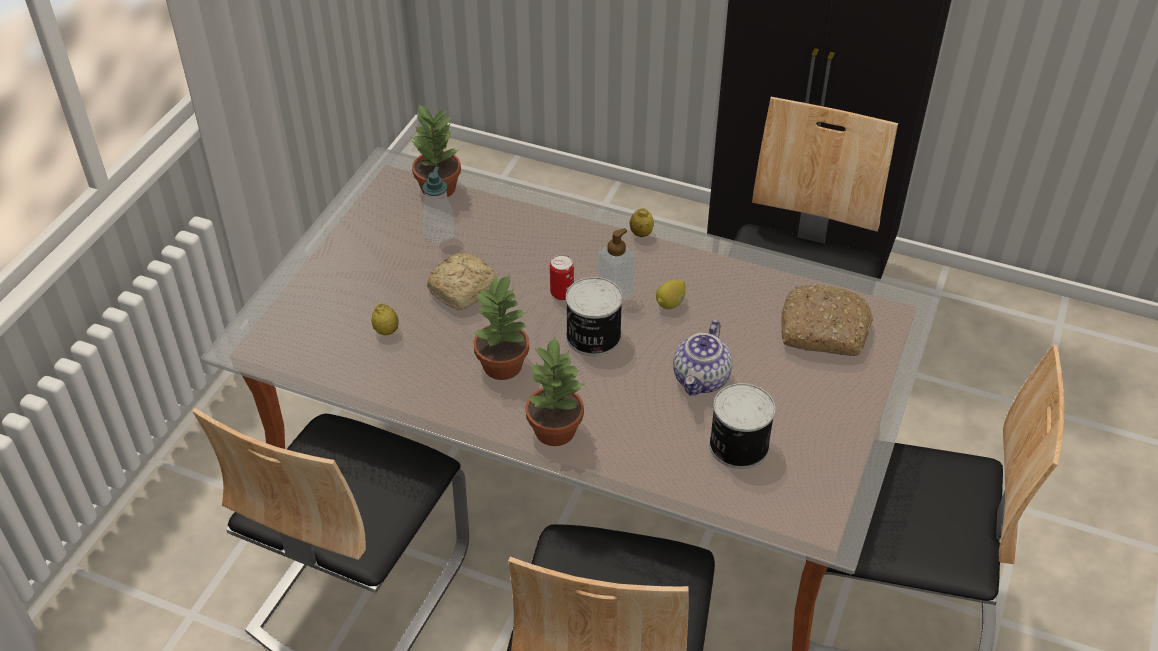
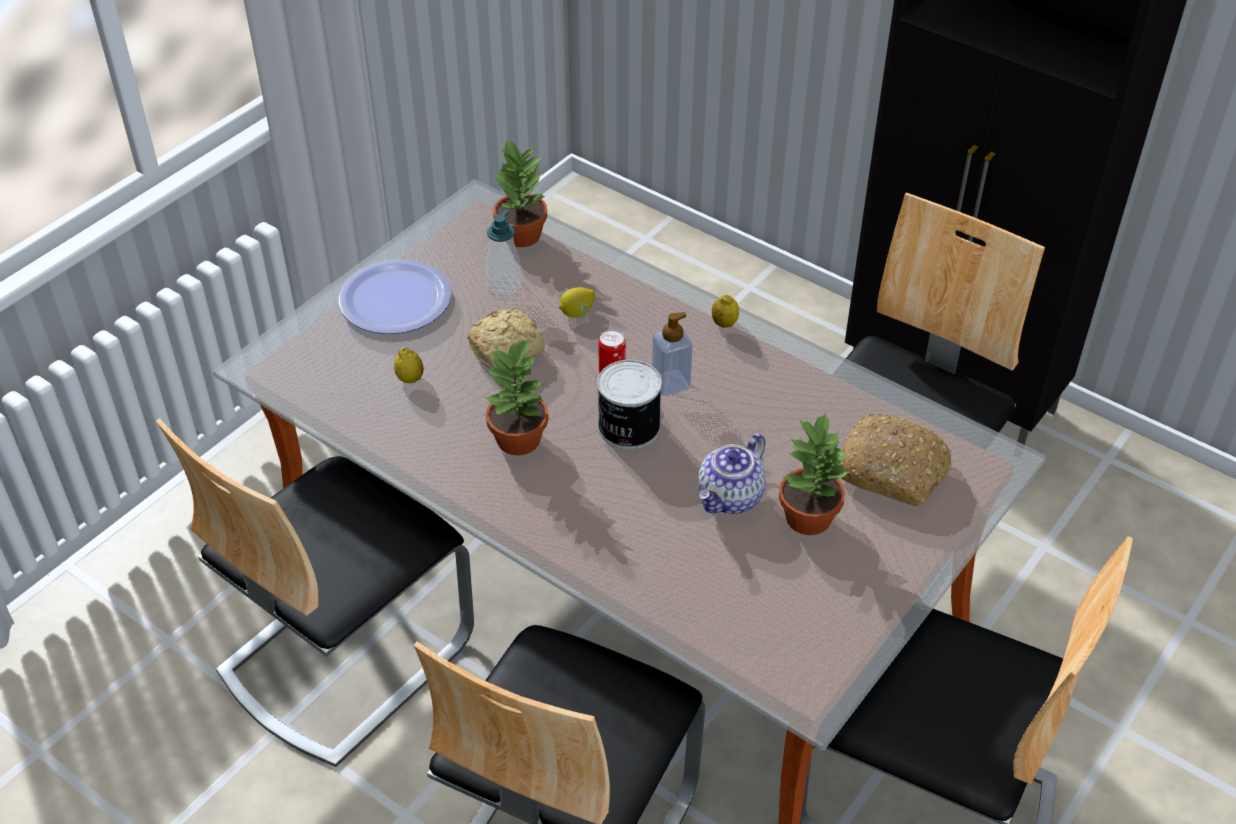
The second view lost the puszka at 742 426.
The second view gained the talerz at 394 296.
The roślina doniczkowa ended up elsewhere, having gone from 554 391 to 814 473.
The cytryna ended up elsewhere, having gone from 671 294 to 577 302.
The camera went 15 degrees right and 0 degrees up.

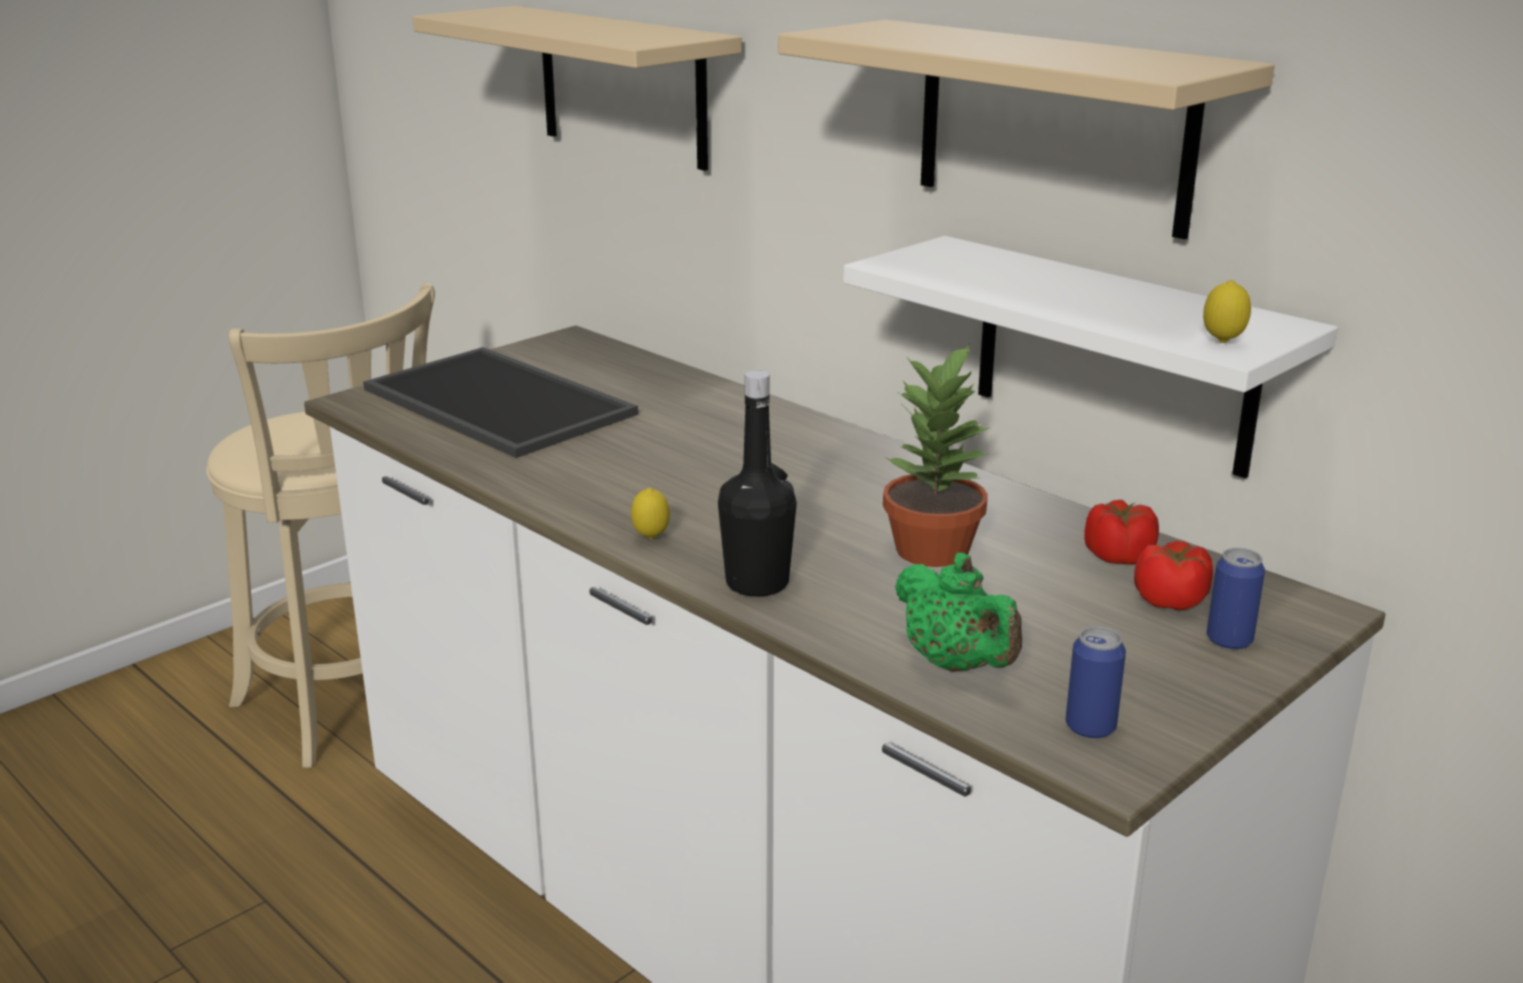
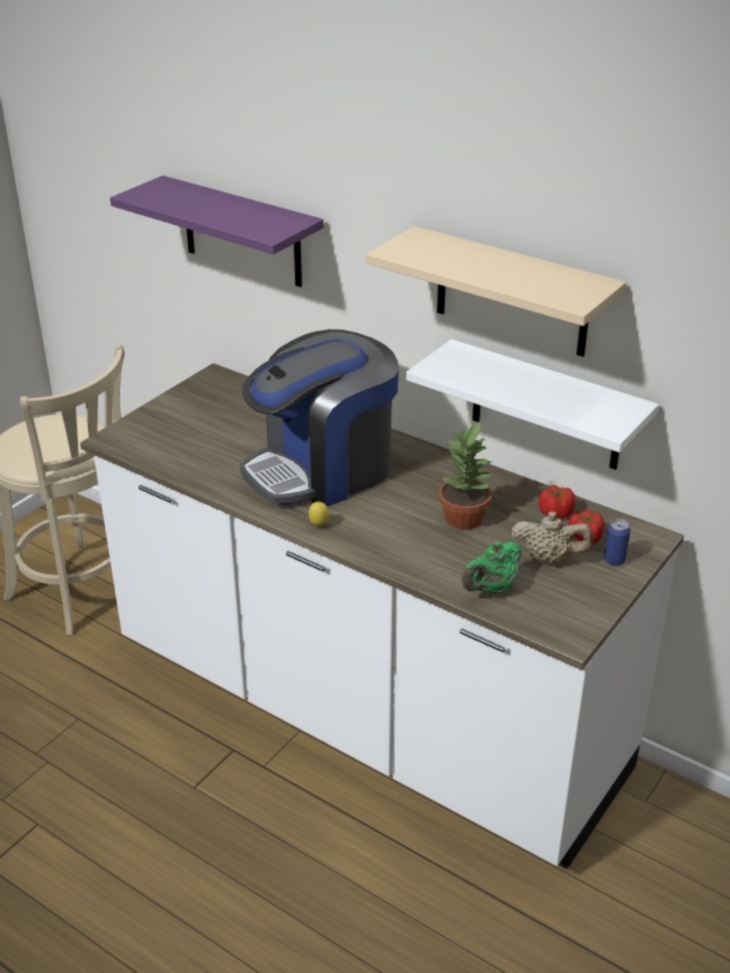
The second view lost the taca at 500 402.
The second view lost the butelka/czarny at 757 483.
The second view lost the puszka at 1096 682.
The second view lost the cytryna at 1227 311.
The second view gained the ekspres do kawy at 319 418.
The second view gained the imbryk/beżowy at 552 537.
What was the półka/beżowy at 577 88 turned into the półka/fioletowy at 217 231.
The imbryk/zielony at 958 612 ended up facing another way, 90 degrees clockwise from before.
The camera went 10 degrees left and 10 degrees up.

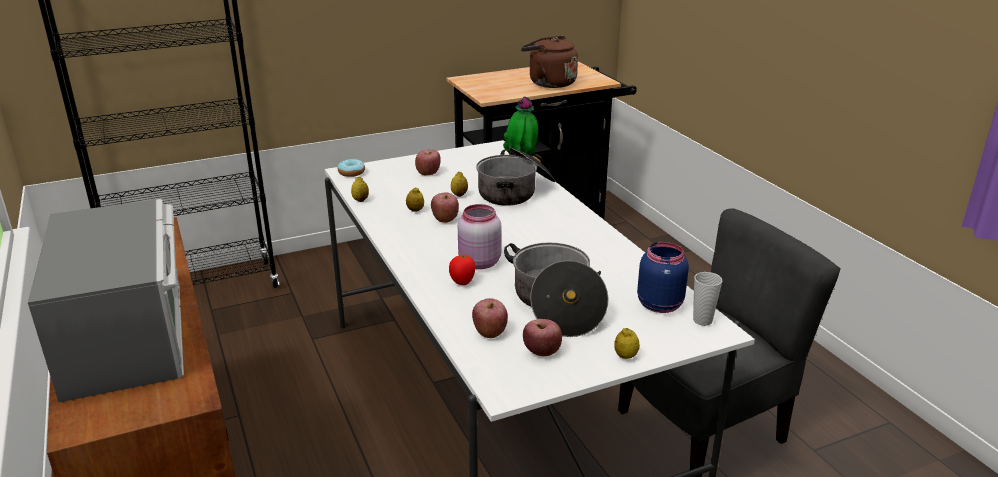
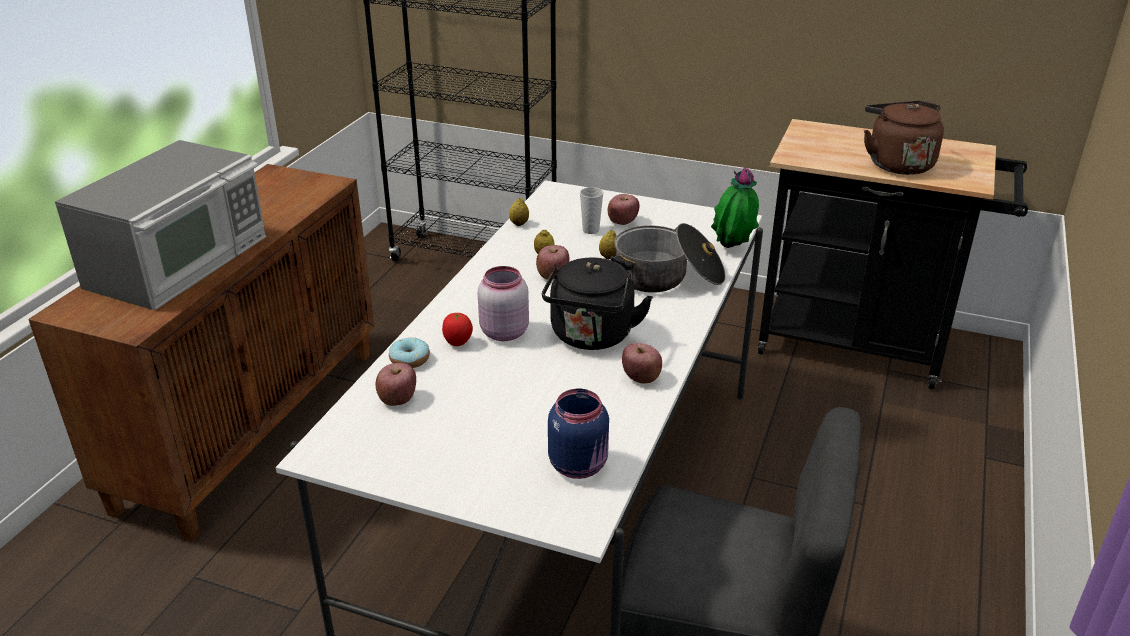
The second view lost the garnek at 556 290.
The second view lost the cytryna at 627 343.
The second view gained the czajnik/czarny at 597 304.
The donut ended up elsewhere, having gone from 351 168 to 409 352.
The jabłko ended up elsewhere, having gone from 542 337 to 642 363.
The filiżanka ended up elsewhere, having gone from 707 299 to 591 210.
The camera went 45 degrees right and 5 degrees up.

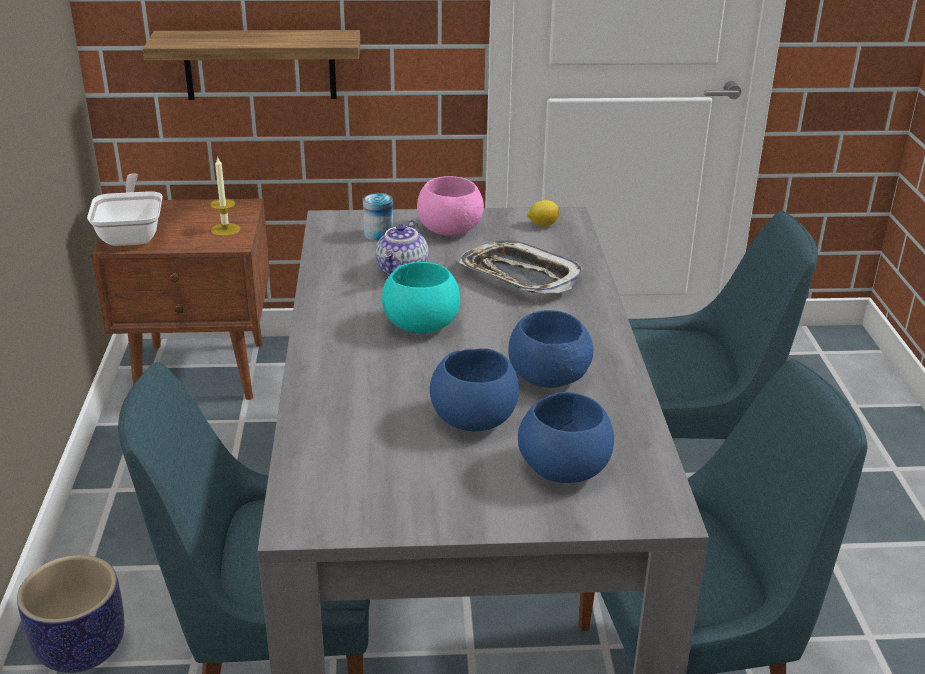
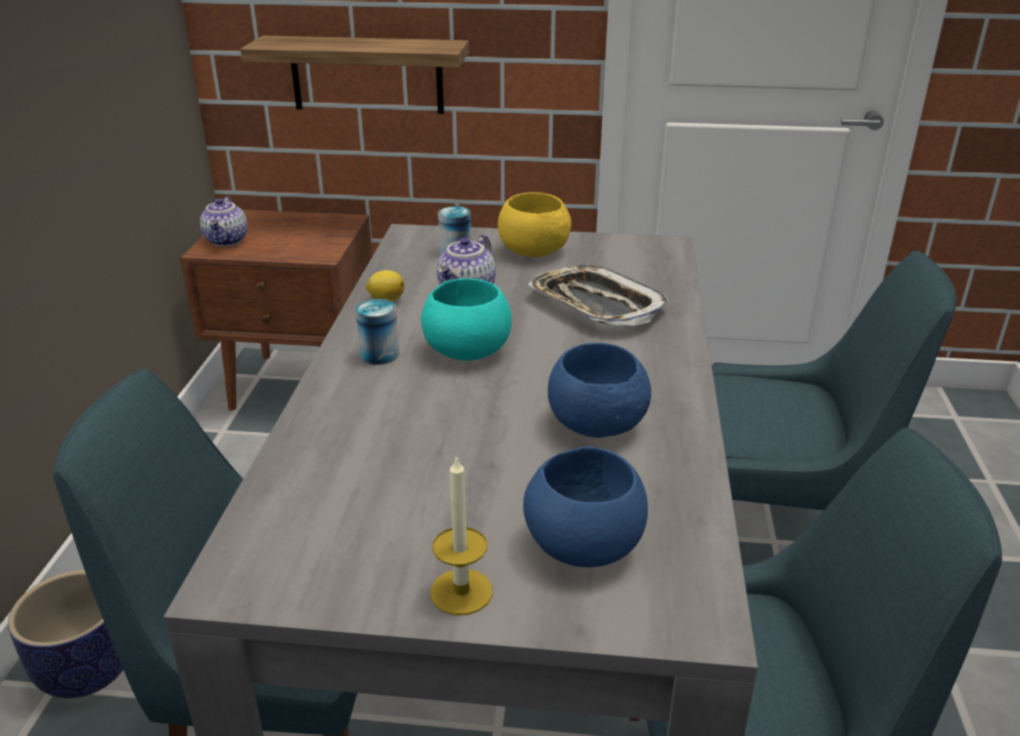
The second view lost the miska/niebieski at 474 389.
The second view gained the puszka at 377 332.
The świeca ended up elsewhere, having gone from 225 197 to 461 535.
The cytryna ended up elsewhere, having gone from 543 213 to 385 286.
Where the patelnia stood at 125 209, the imbryk came to stand at 224 221.
What was the miska/różowy at 450 206 turned into the miska/żółty at 534 224.
The camera went 10 degrees right and 0 degrees up.

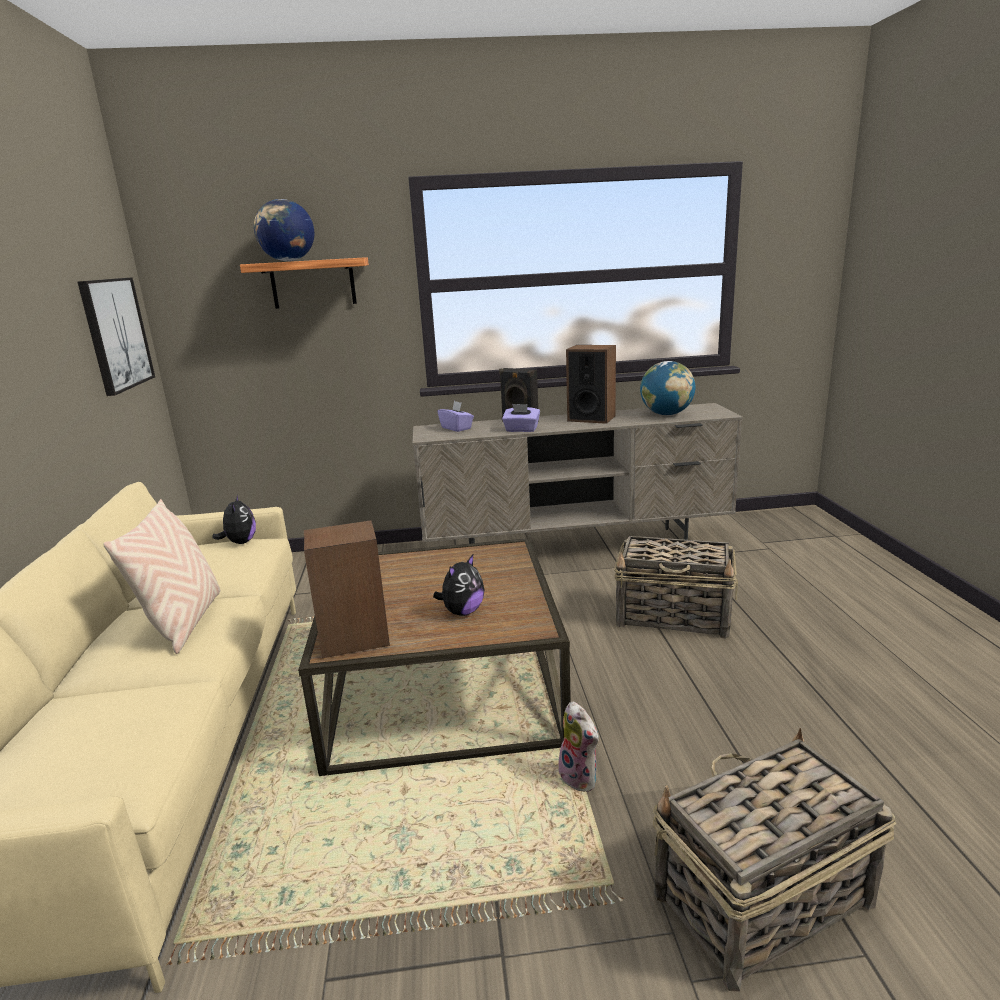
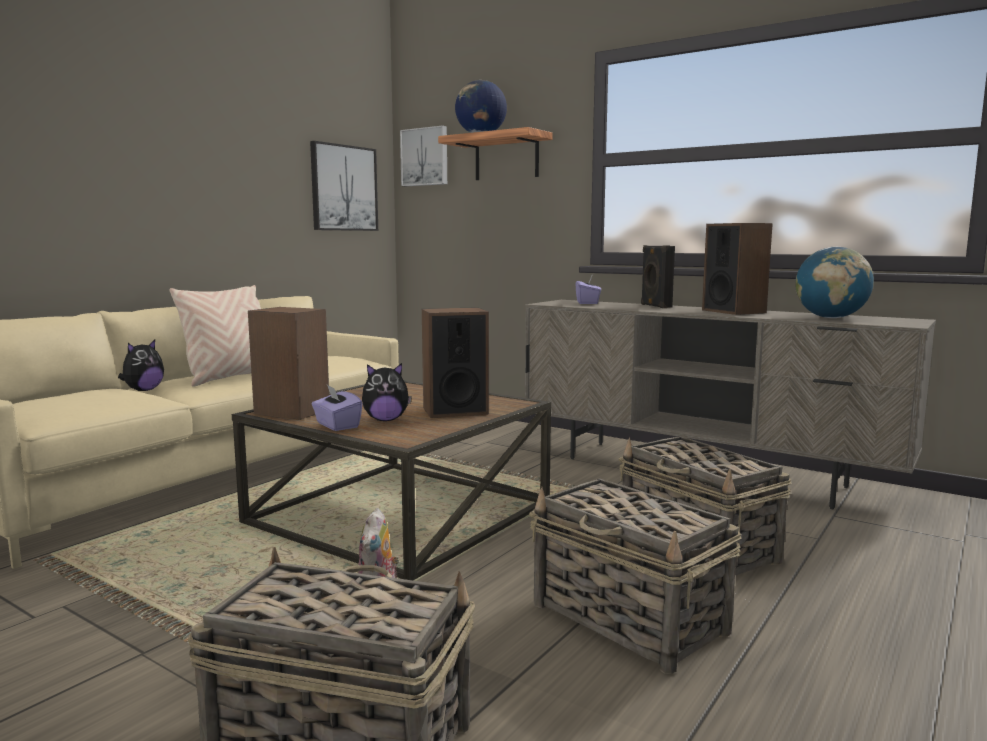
The second view gained the obraz at 423 155.
The second view gained the głośnik at 455 362.
The second view gained the koszyk at 635 576.
The pluszak ended up elsewhere, having gone from 234 519 to 141 365.
The pudełko chusteczek/fioletowy ended up elsewhere, having gone from 521 418 to 337 408.
The camera went 40 degrees right and 10 degrees down.

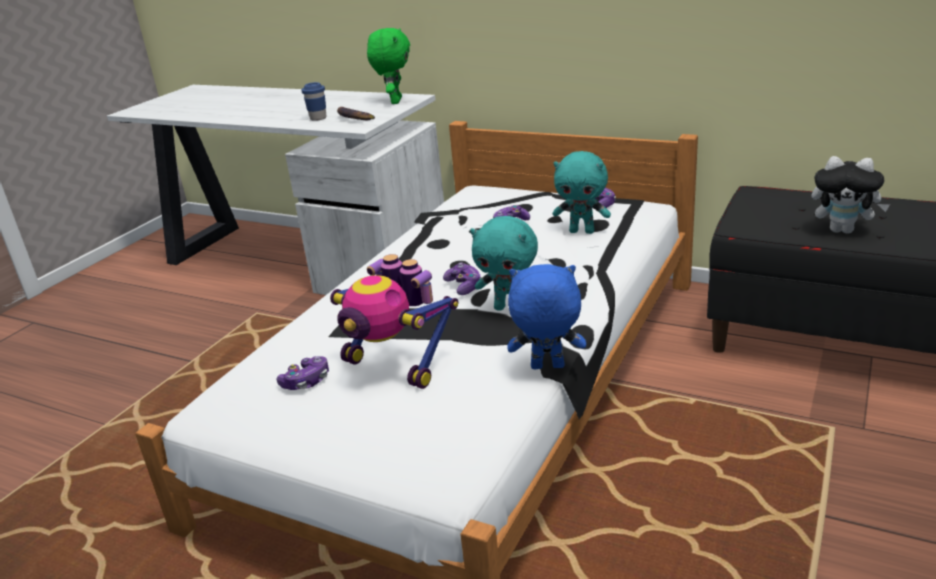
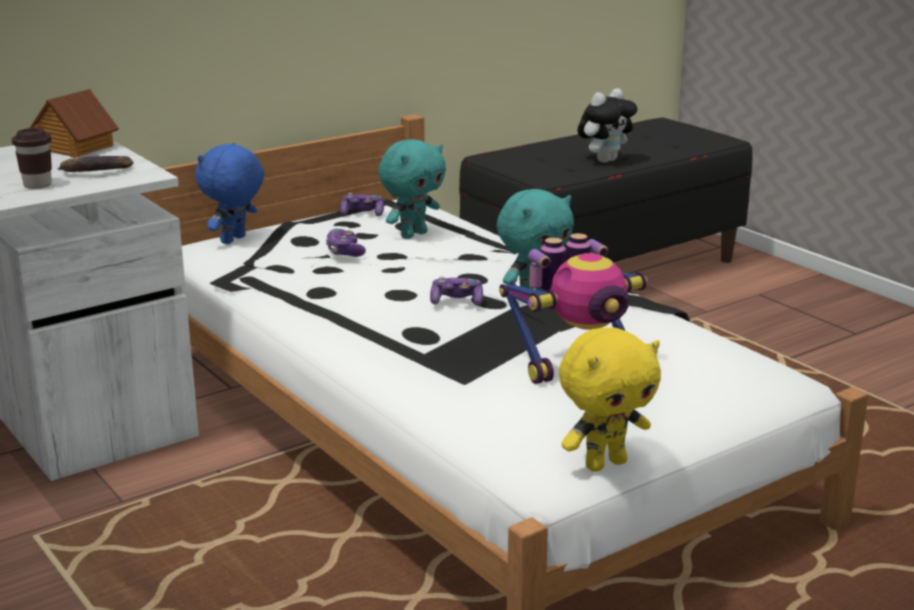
The second view lost the pad do gier at 303 373.
The second view gained the pluszak/żółty at 610 399.
The pluszak/niebieski ended up elsewhere, having gone from 546 316 to 229 193.
Where the pluszak/zielony stood at 388 66, the domek came to stand at 74 123.
What was the filiżanka/niebieski at 313 101 turned into the filiżanka/brązowy at 32 158.
The camera went 65 degrees left and 5 degrees down.

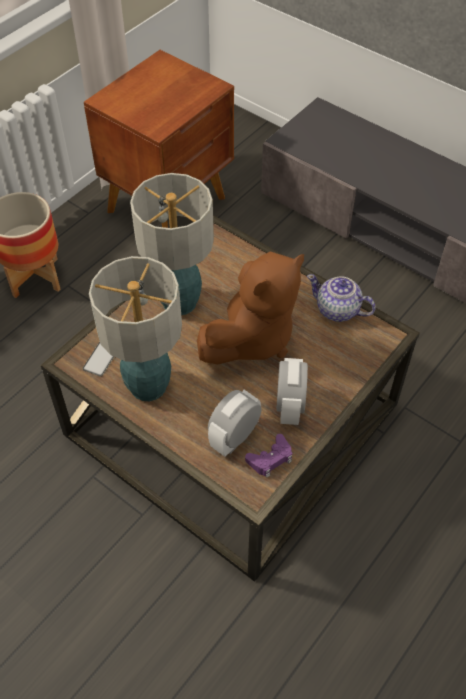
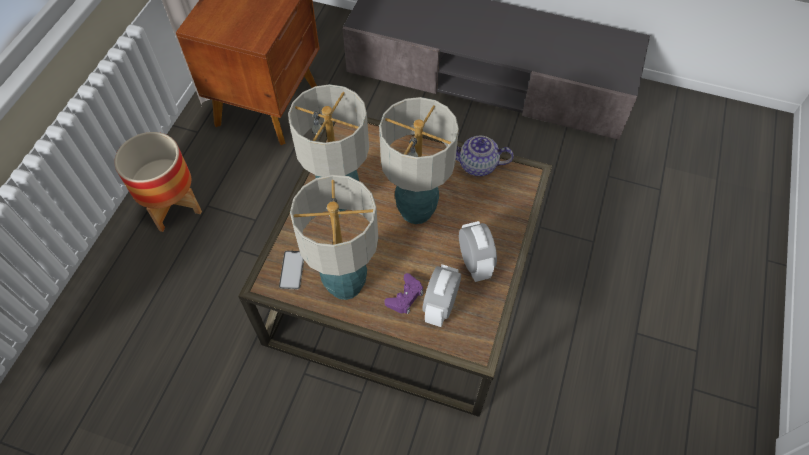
The pad do gier/fioletowy ended up elsewhere, having gone from 268 456 to 404 293.
Where the pluszak/brązowy stood at 250 307, the lampa stołowa came to stand at 419 160.
The camera went 20 degrees left and 5 degrees up.

